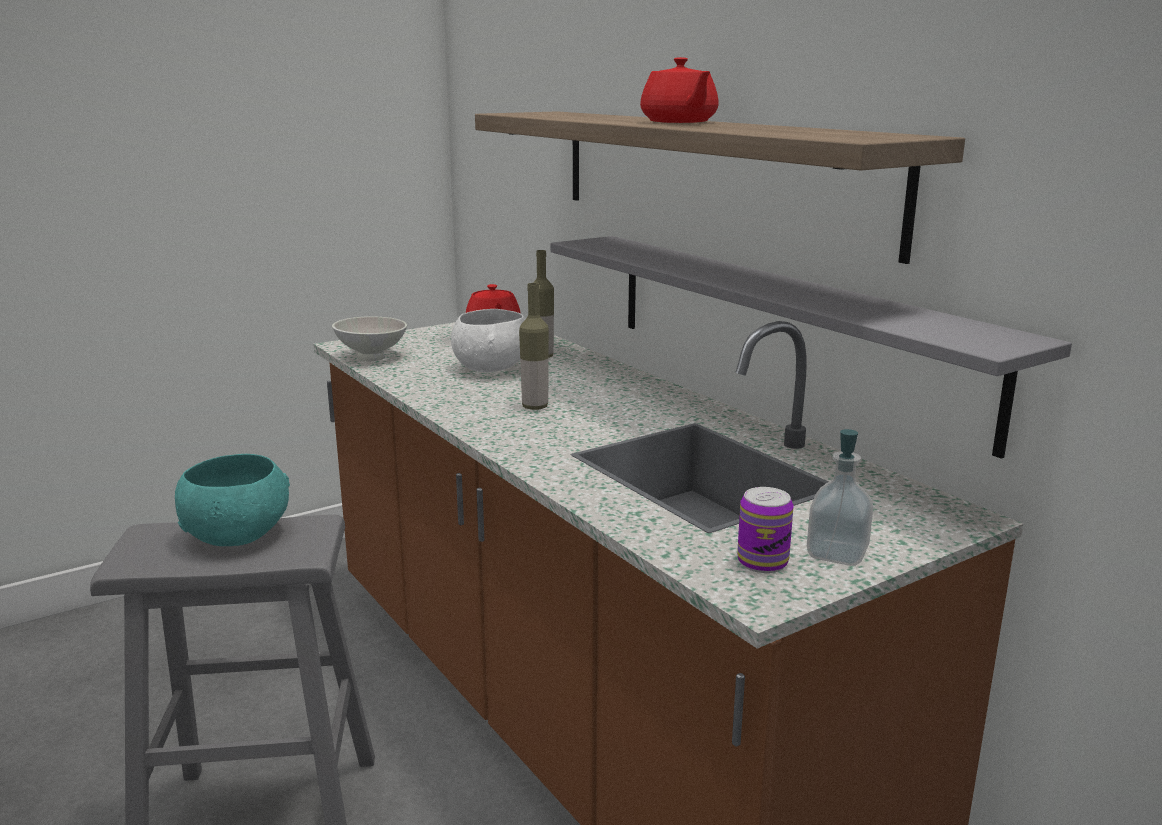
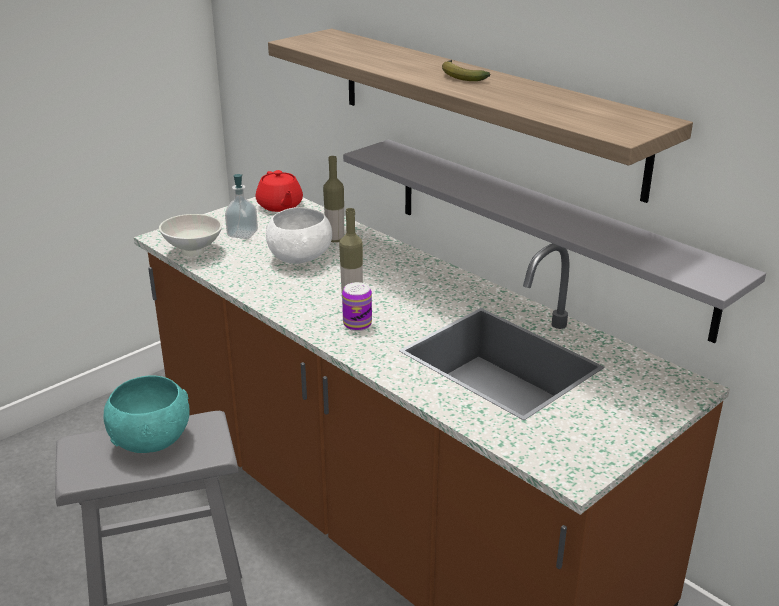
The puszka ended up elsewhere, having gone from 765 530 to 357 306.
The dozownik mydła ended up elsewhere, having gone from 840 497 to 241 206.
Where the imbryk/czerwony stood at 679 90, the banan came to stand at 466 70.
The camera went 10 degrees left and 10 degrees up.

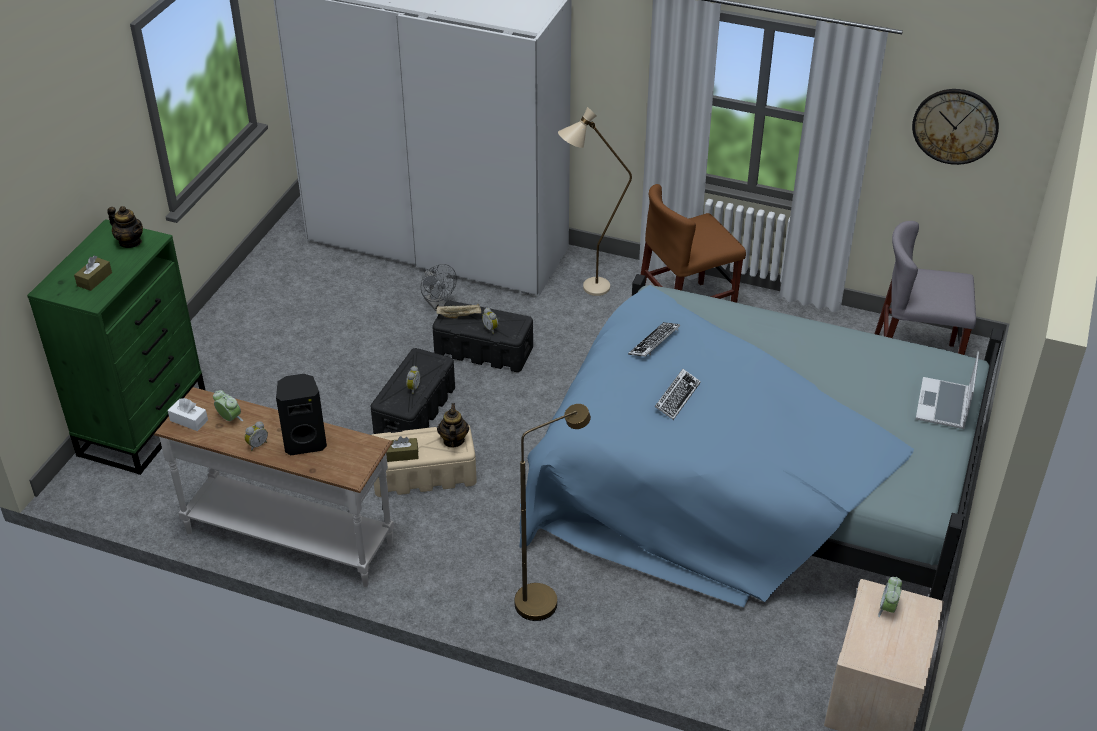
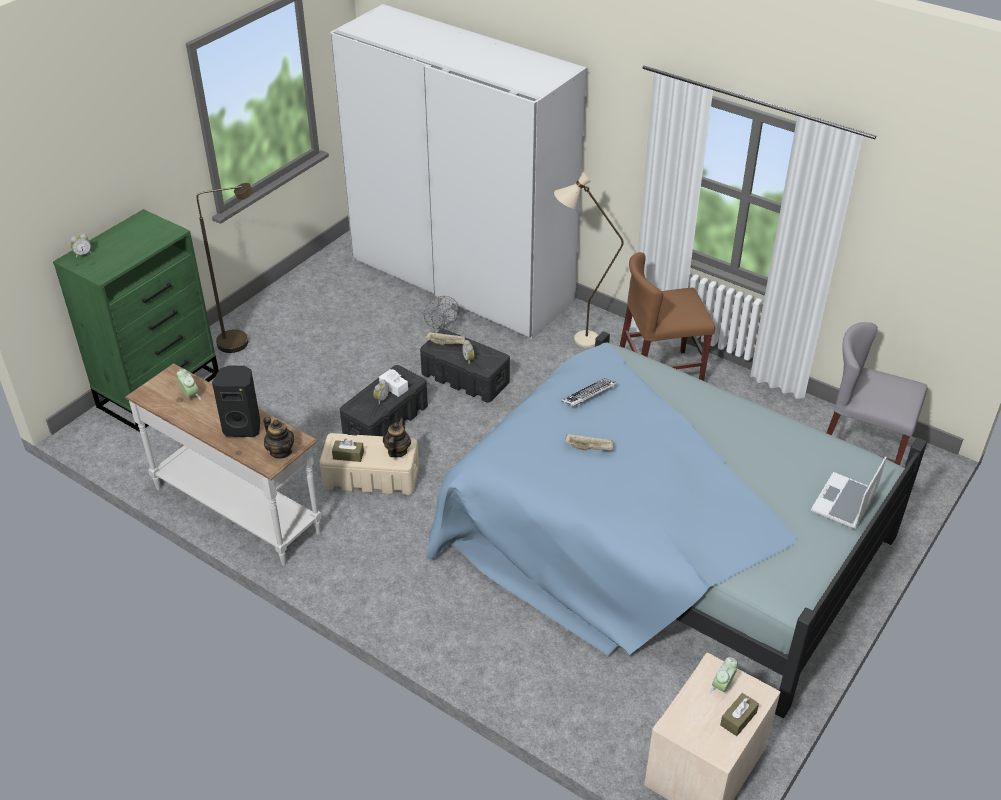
The second view lost the zegar ścienny at 955 127.
The pudełko chusteczek/brązowy ended up elsewhere, having gone from 93 273 to 739 714.
The imbryk ended up elsewhere, having gone from 125 227 to 278 437.
The pudełko chusteczek/biały ended up elsewhere, having gone from 188 414 to 393 383.
The budzik ended up elsewhere, having gone from 256 436 to 81 245.
The lampa stojąca/brązowy ended up elsewhere, having gone from 552 512 to 225 268.
Where the klawiatura stood at 678 394, the taca/beżowy came to stand at 589 442.
The camera went 15 degrees right and 0 degrees up.

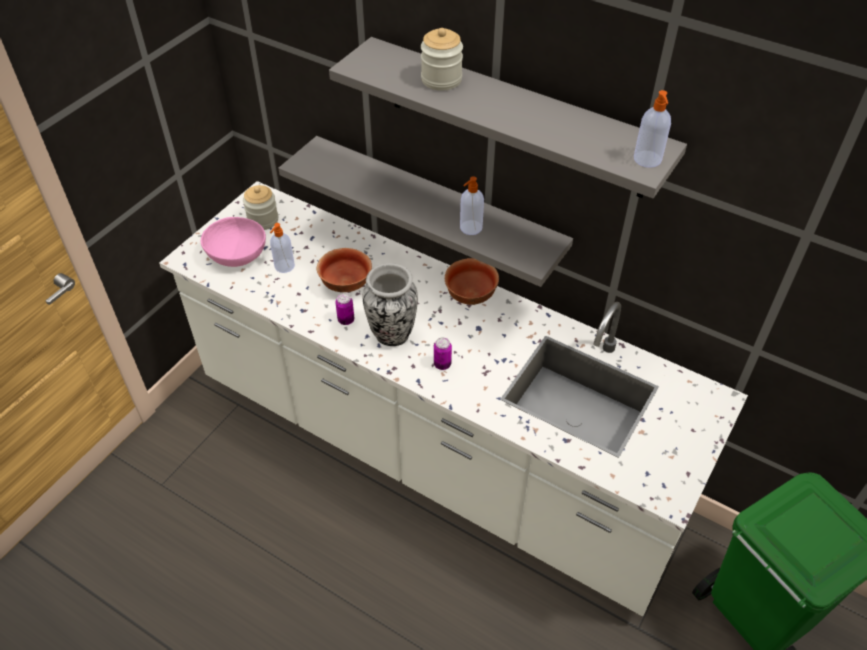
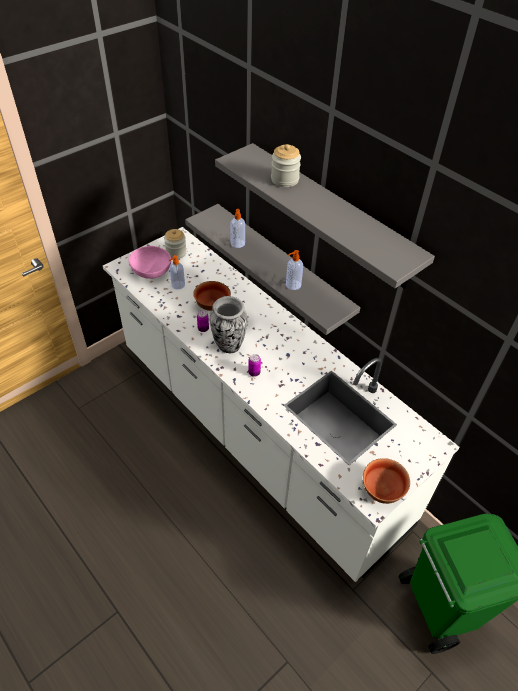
The miska ended up elsewhere, having gone from 472 281 to 386 481.
The dozownik mydła ended up elsewhere, having gone from 652 129 to 237 228.
The camera went 15 degrees right and 0 degrees up.

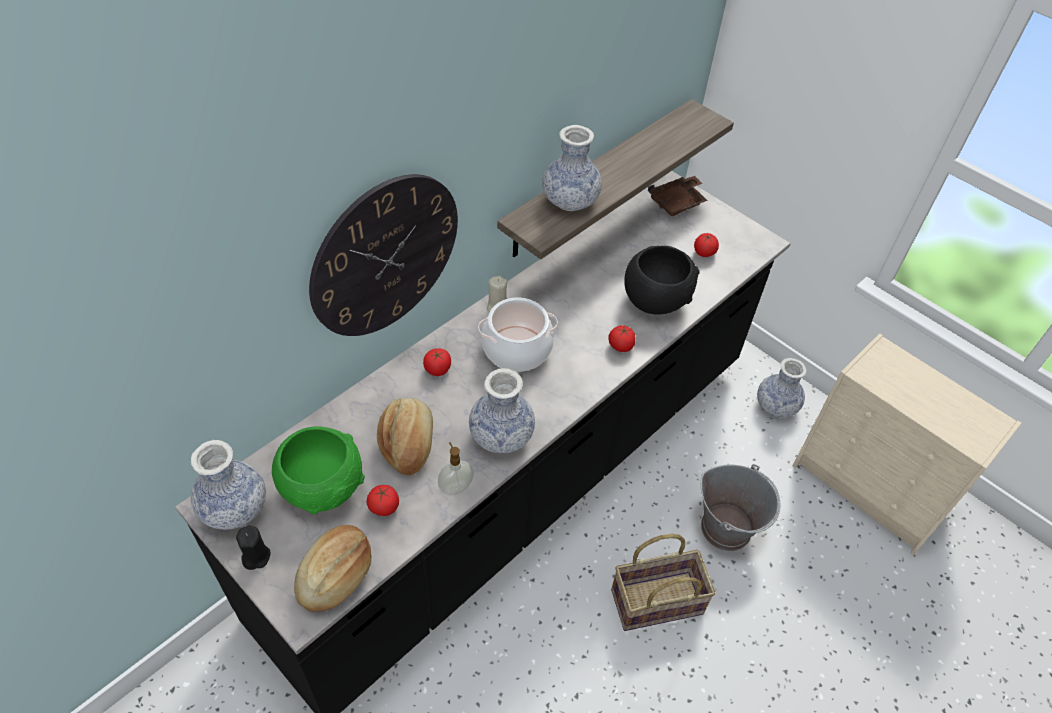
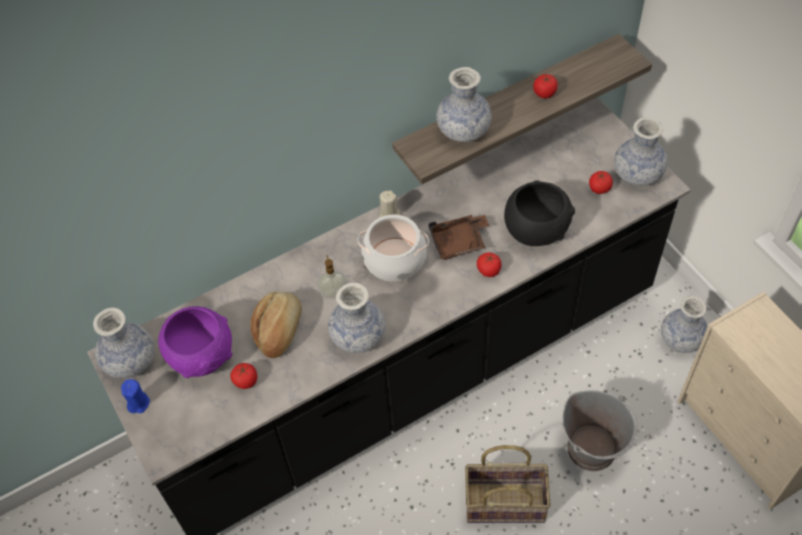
The second view lost the chleb at 333 568.
The second view lost the zegar ścienny at 383 255.
The second view gained the wazon at 640 151.
The pomidor ended up elsewhere, having gone from 437 362 to 545 86.
The dozownik mydła ended up elsewhere, having gone from 456 468 to 333 276.
The taca/brązowy ended up elsewhere, having gone from 678 196 to 459 237.
What was the świeca/czarny at 253 548 turned into the świeca/niebieski at 135 396.
What was the miska/zielony at 318 470 turned into the miska/fioletowy at 195 342.
The camera went 20 degrees right and 5 degrees up.

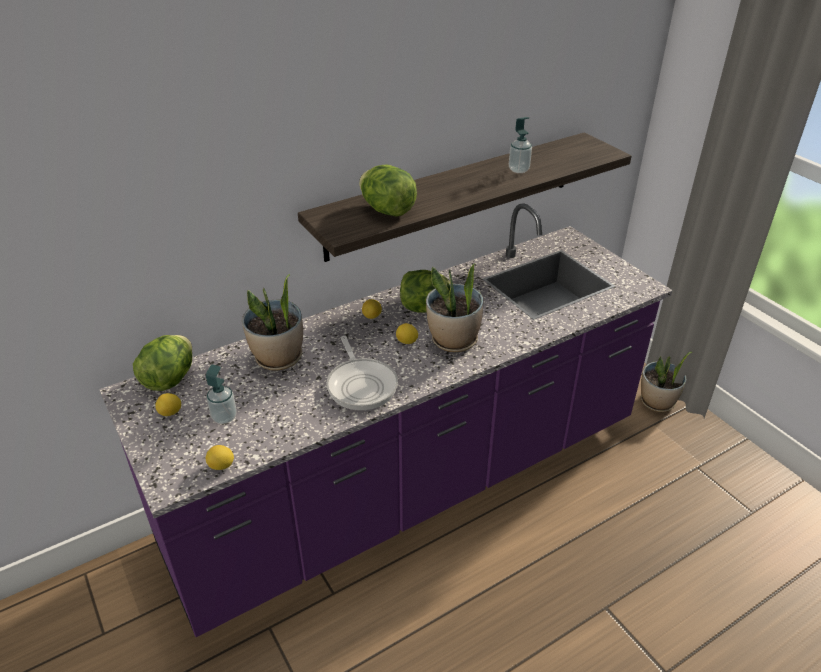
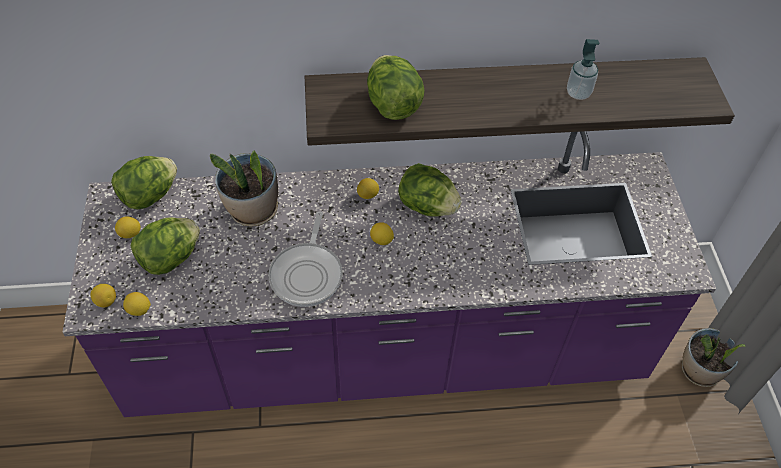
The second view lost the roślina doniczkowa at 454 307.
The second view gained the cytryna at 103 295.
Where the dozownik mydła stood at 221 394, the sałata came to stand at 165 246.
The camera went 25 degrees right and 15 degrees up.

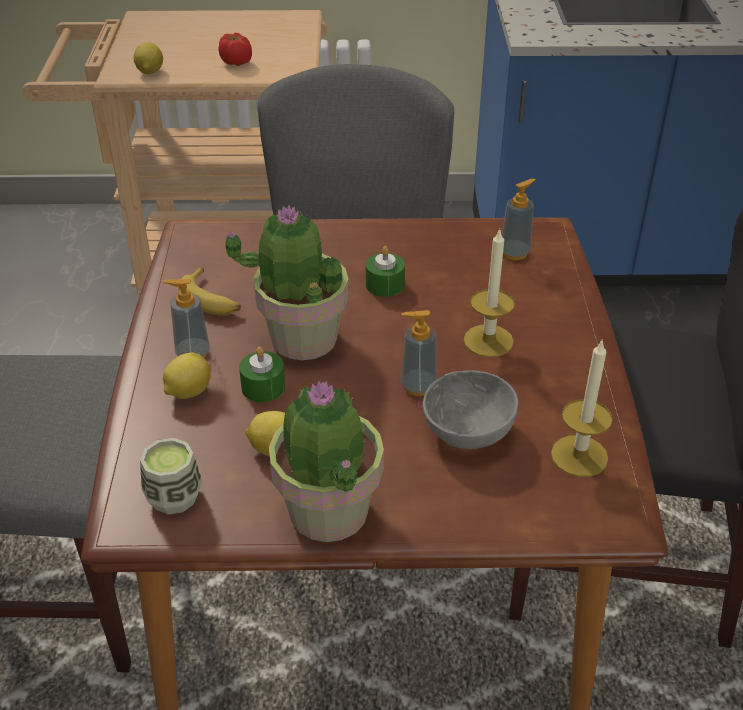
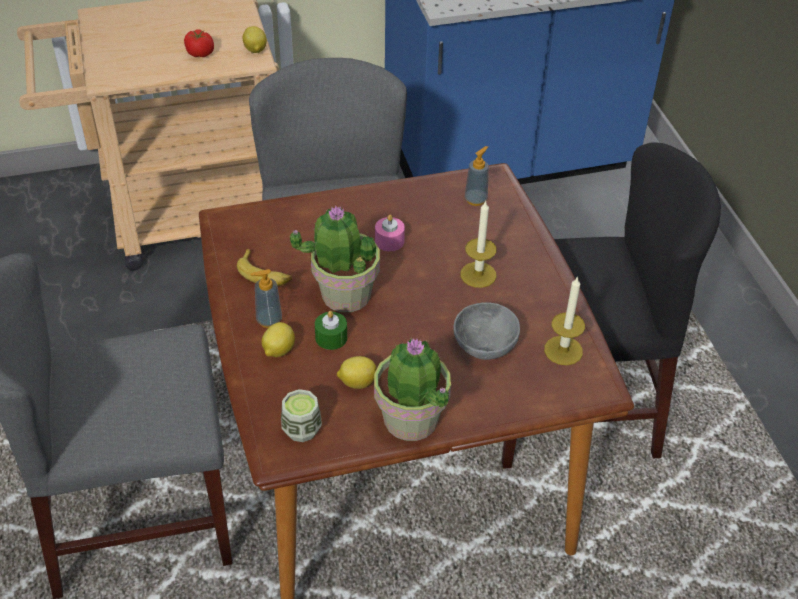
The second view lost the dozownik mydła at 419 353.
The cytryna ended up elsewhere, having gone from 148 58 to 255 39.
What was the świeca/zielony at 385 271 turned into the świeca/różowy at 390 232.
The camera went 15 degrees left and 5 degrees up.

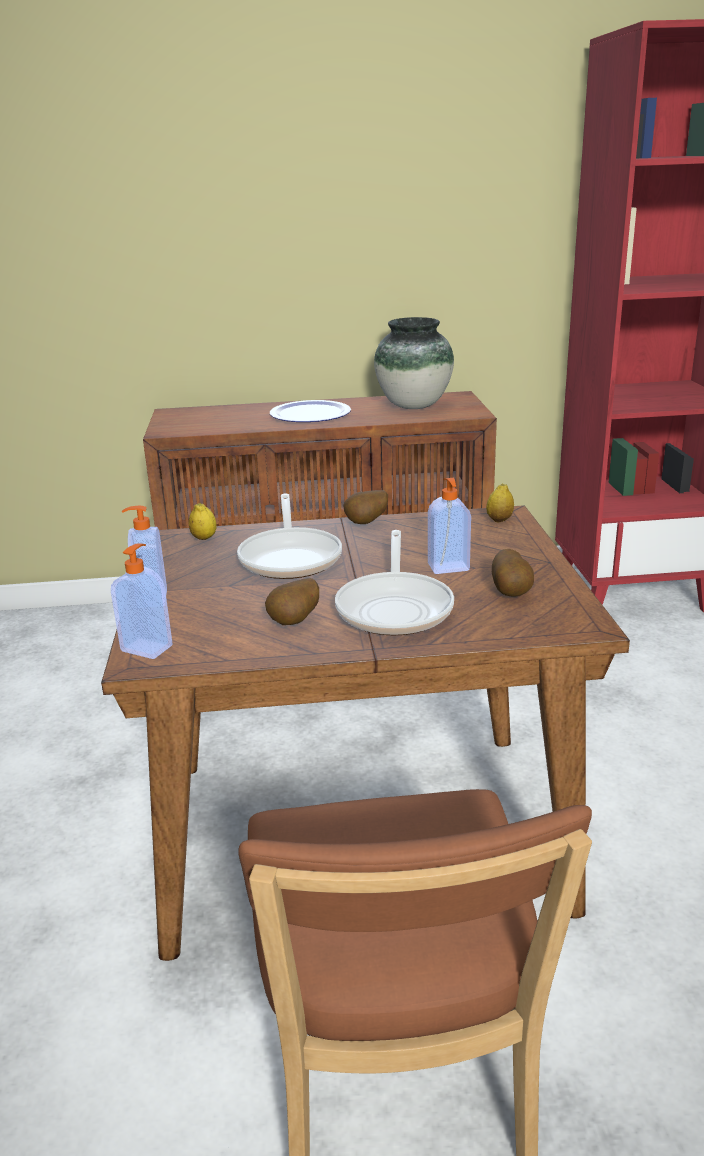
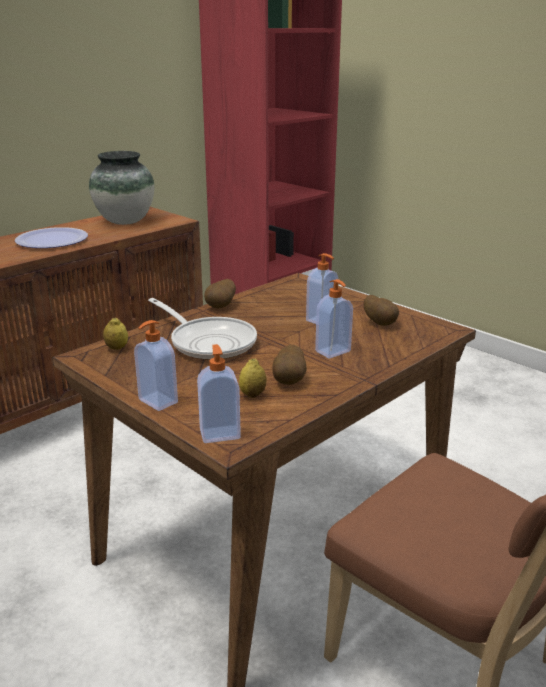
The cytryna ended up elsewhere, having gone from 500 502 to 252 378.
Where the patelnia stood at 394 582, the dozownik mydła came to stand at 334 319.
The camera went 40 degrees left and 0 degrees up.

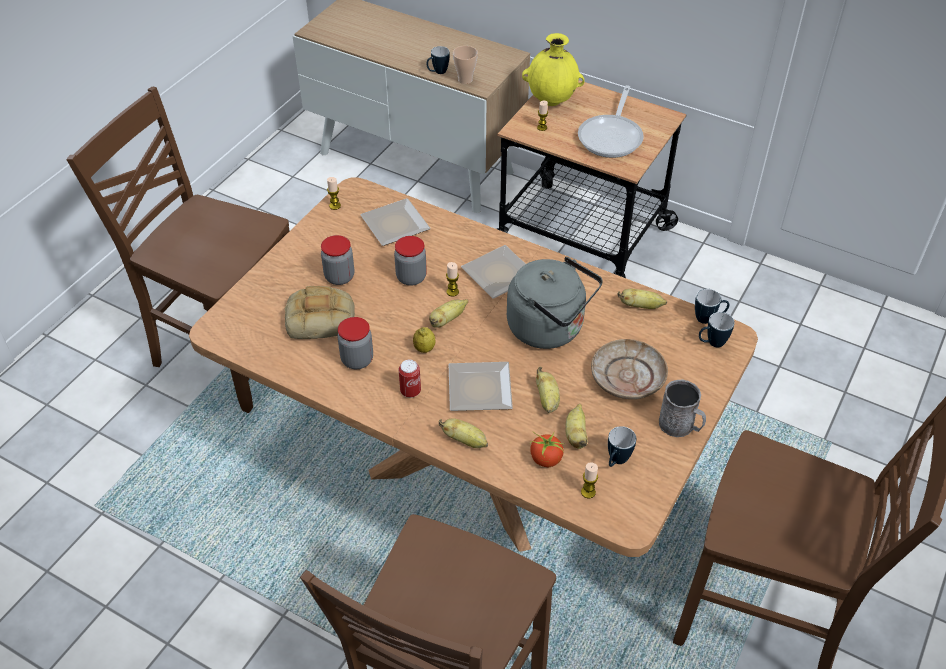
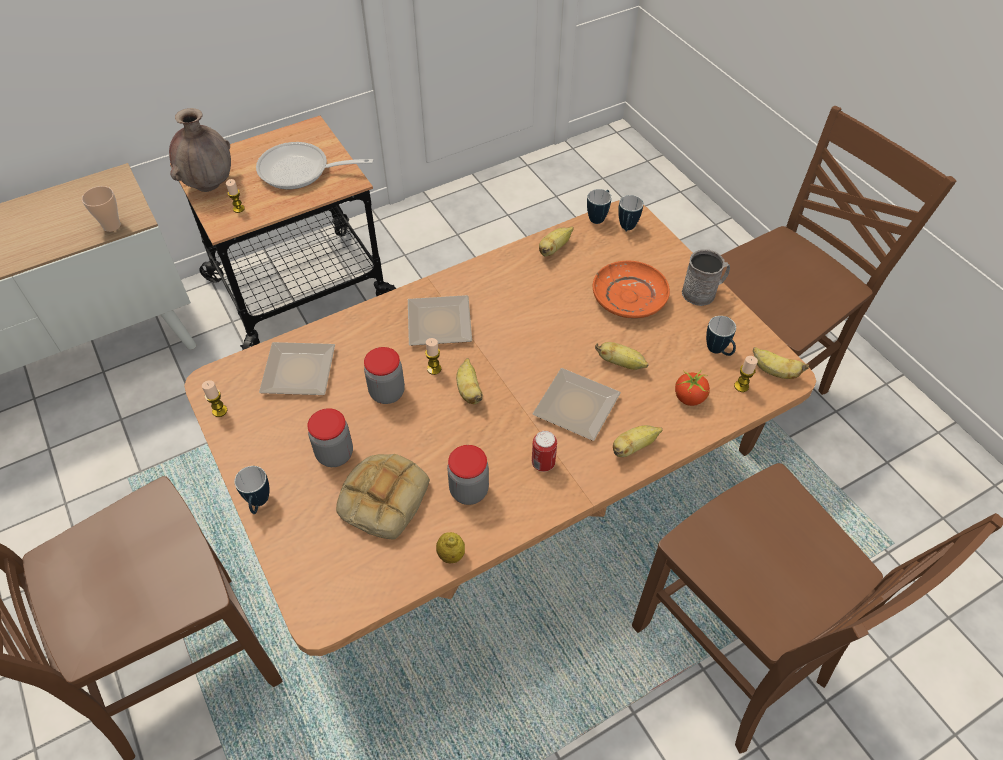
The second view lost the czajnik/szary at 555 303.
The cytryna ended up elsewhere, having gone from 424 340 to 450 547.
The kubek ended up elsewhere, having gone from 438 60 to 251 490.
The banan ended up elsewhere, having gone from 576 426 to 781 363.
What was the wazon/żółty at 553 69 turned into the wazon/brązowy at 200 150.
What was the talerz/beżowy at 629 369 turned into the talerz/pomarańczowy at 631 290.
The patelnia at 611 121 ended up facing another way, 135 degrees clockwise from before.
The camera went 60 degrees left and 5 degrees up.

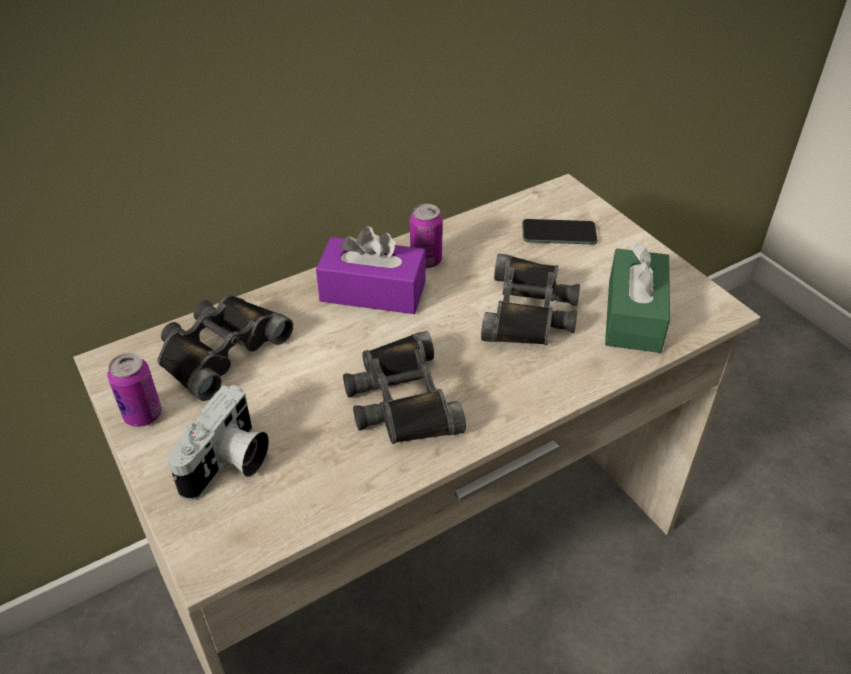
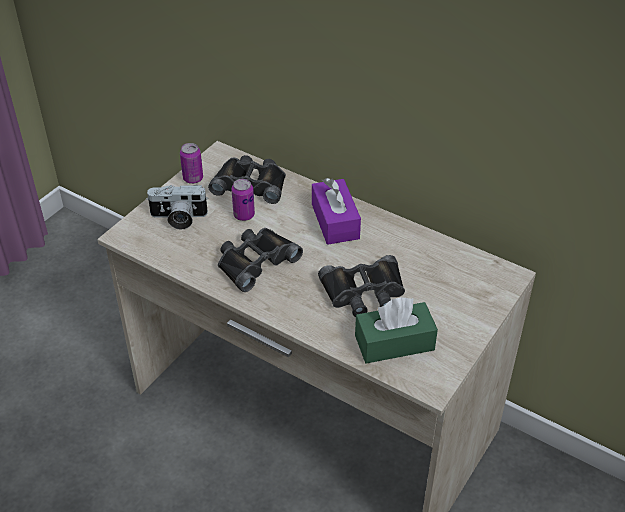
The second view lost the telefon at 560 231.
The puszka ended up elsewhere, having gone from 426 236 to 243 200.
The camera went 65 degrees right and 0 degrees up.

